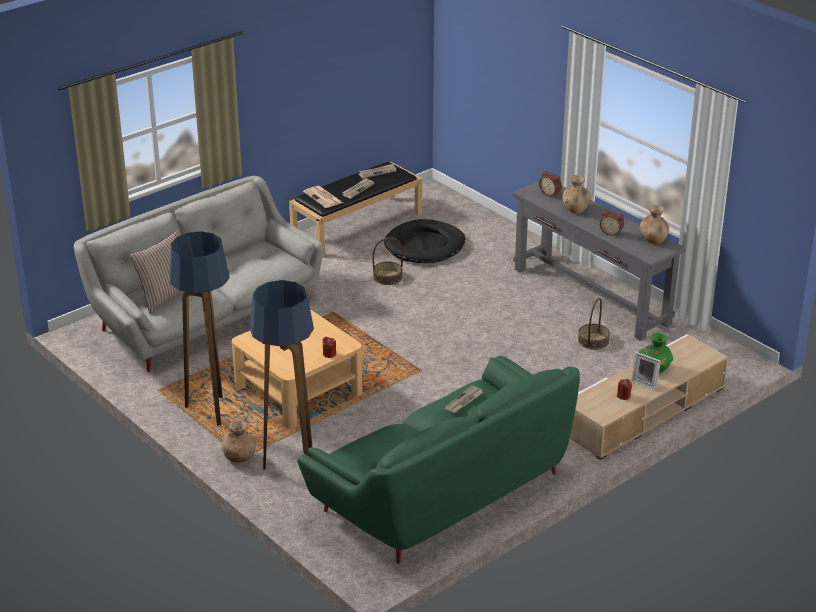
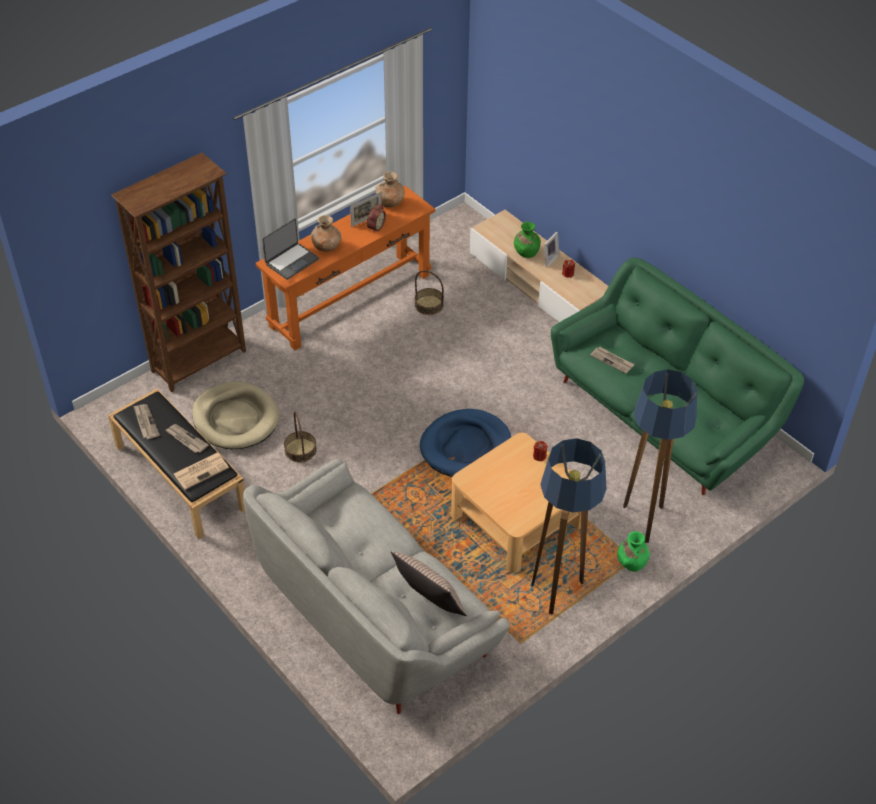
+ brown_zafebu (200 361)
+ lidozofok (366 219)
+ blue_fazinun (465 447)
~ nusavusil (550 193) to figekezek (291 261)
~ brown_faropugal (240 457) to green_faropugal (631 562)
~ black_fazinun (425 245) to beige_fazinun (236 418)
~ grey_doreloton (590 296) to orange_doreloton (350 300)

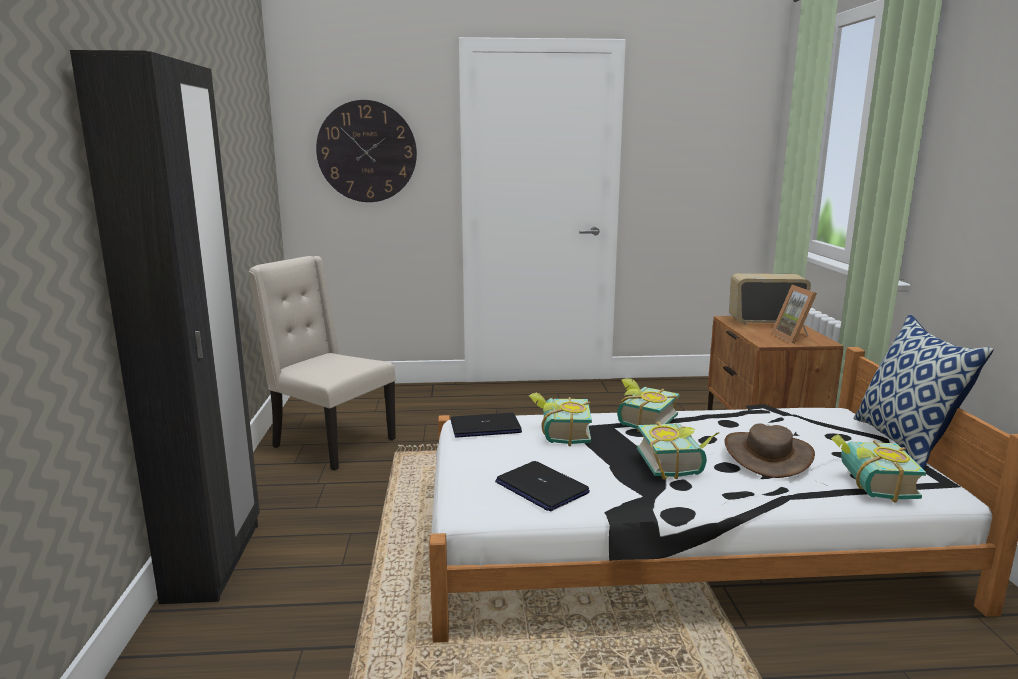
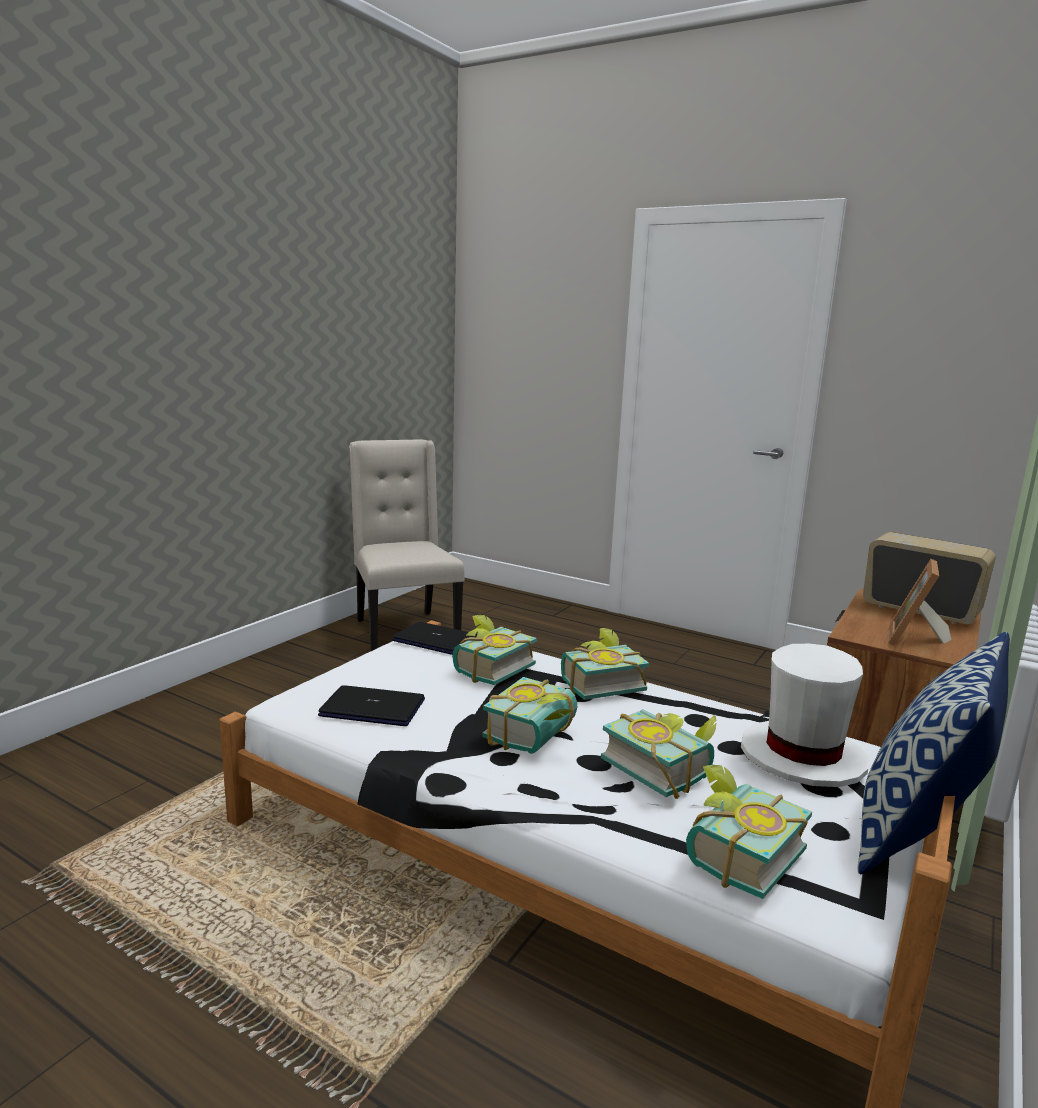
- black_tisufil (215 561)
- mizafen (367 151)
+ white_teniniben (802 757)
~ brown_teniniben (767 455) to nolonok (662 768)
~ figekezek (541 487) = (373 708) 105 degrees clockwise

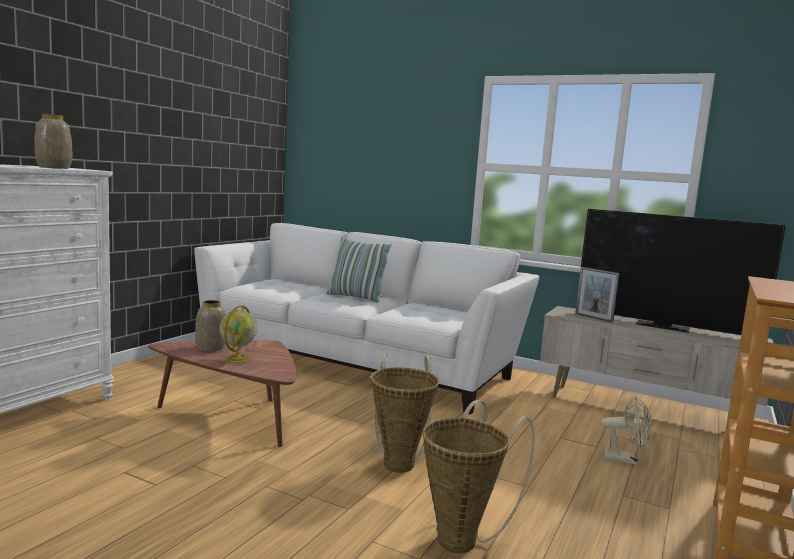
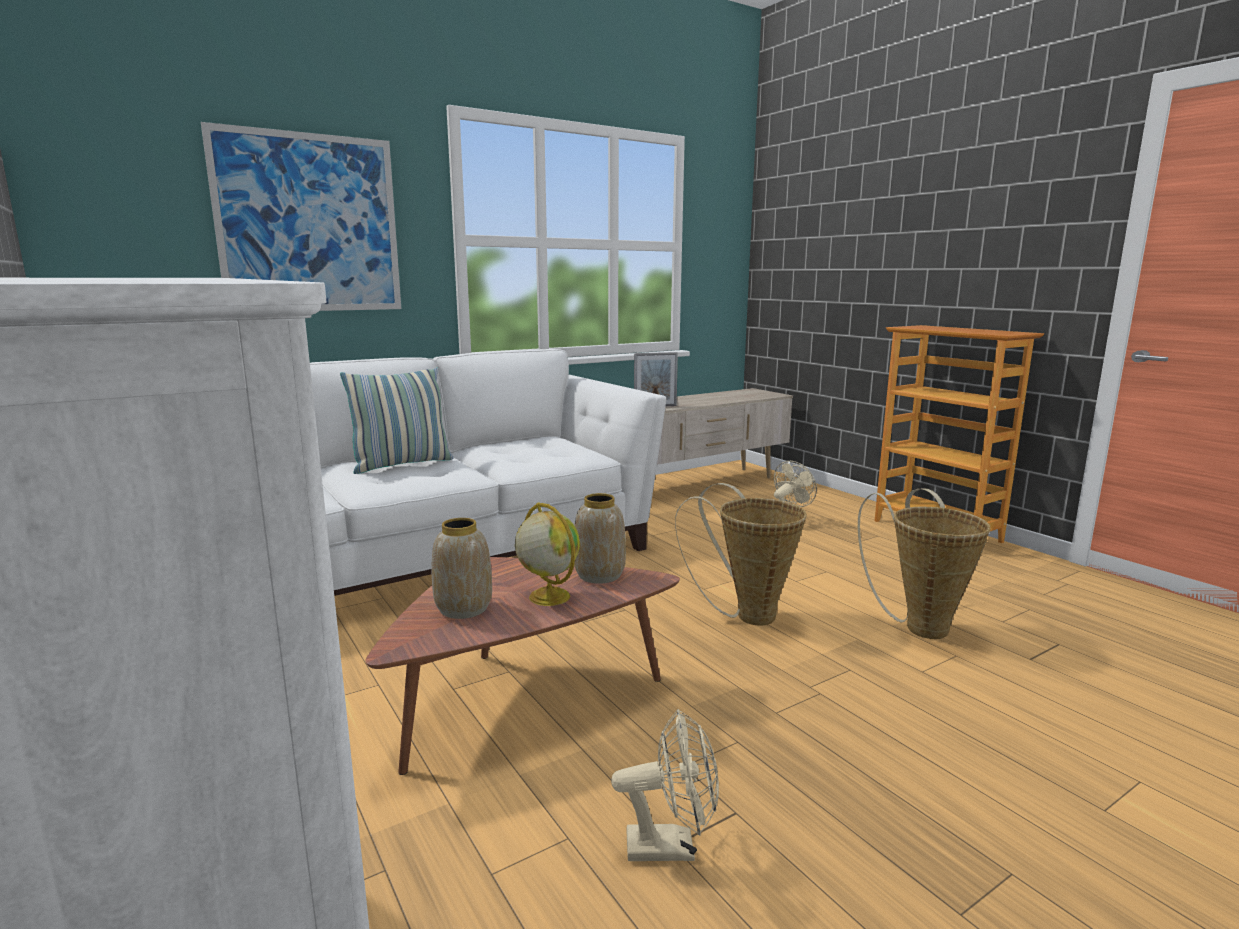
- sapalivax (664 326)
+ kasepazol (309 224)
+ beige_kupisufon (671 846)
~ faropugal (54 168) to (600 575)

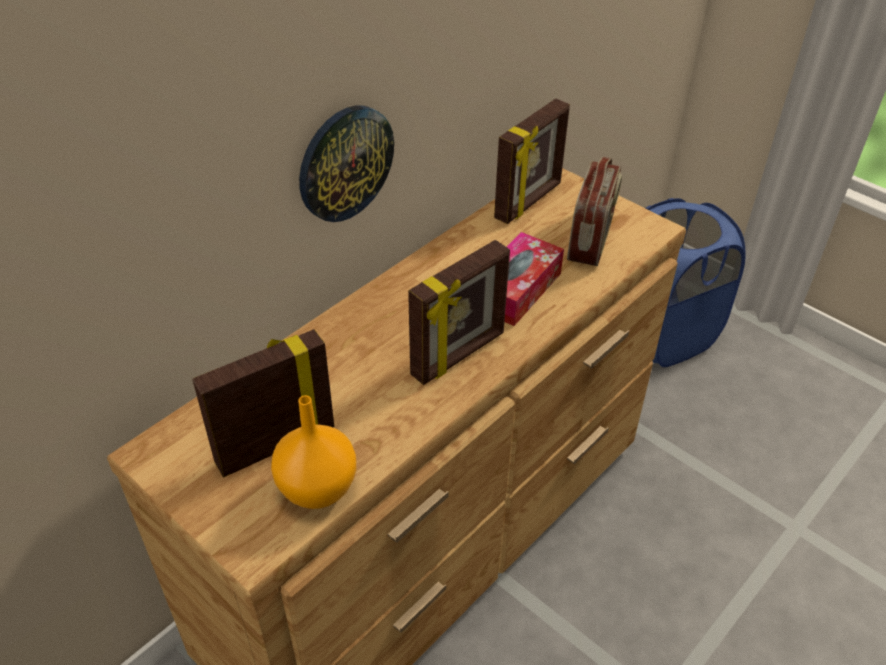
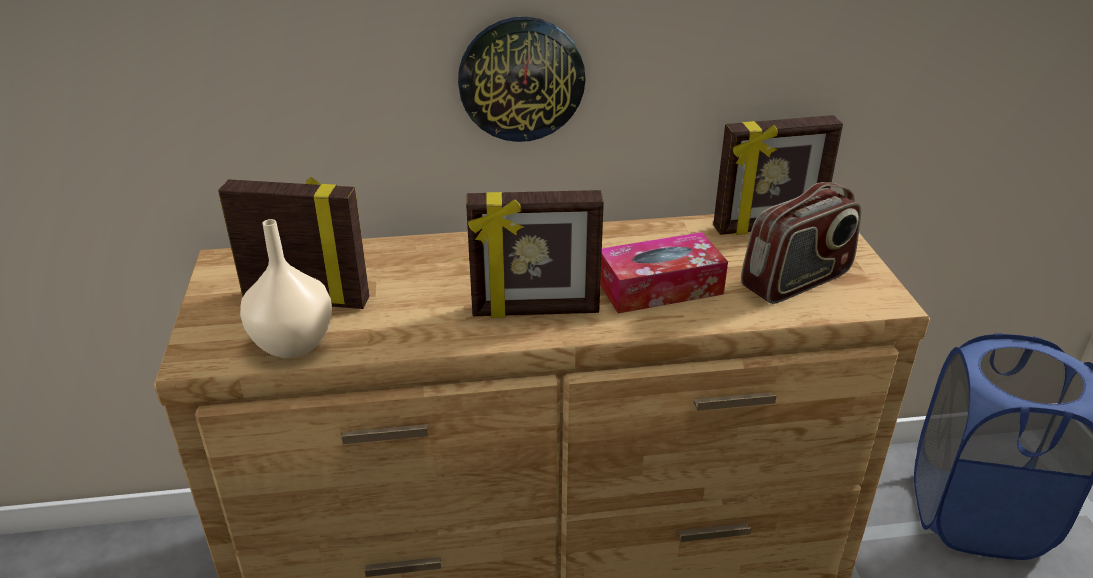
~ orange_faropugal (315 488) to beige_faropugal (292 343)

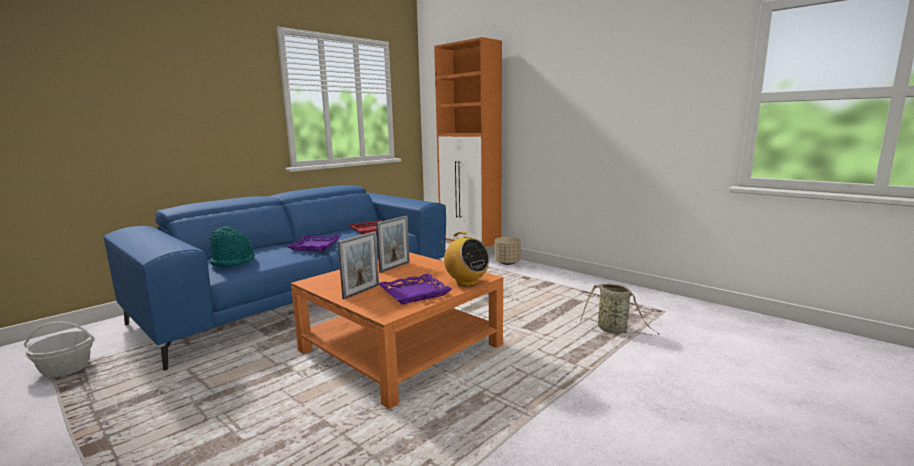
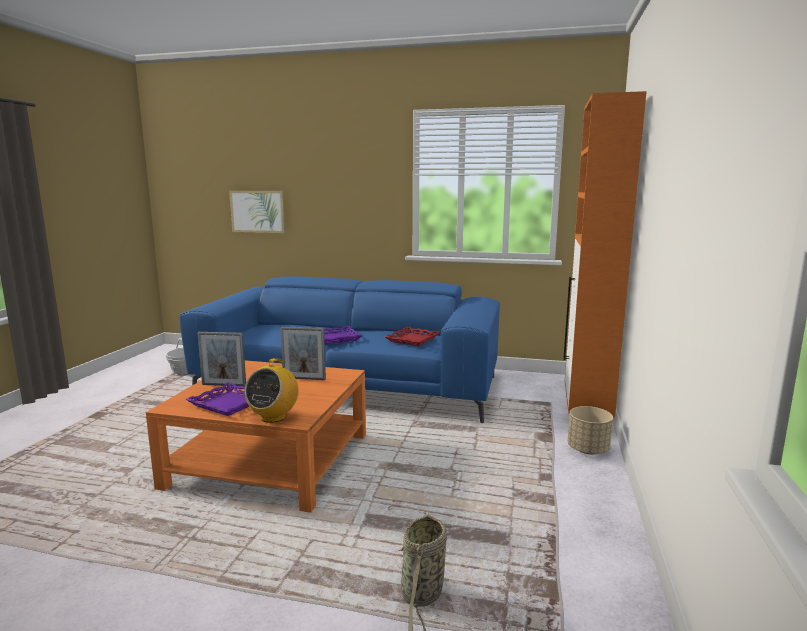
- turquoise_teniniben (233 261)
+ kasepazol (258 211)

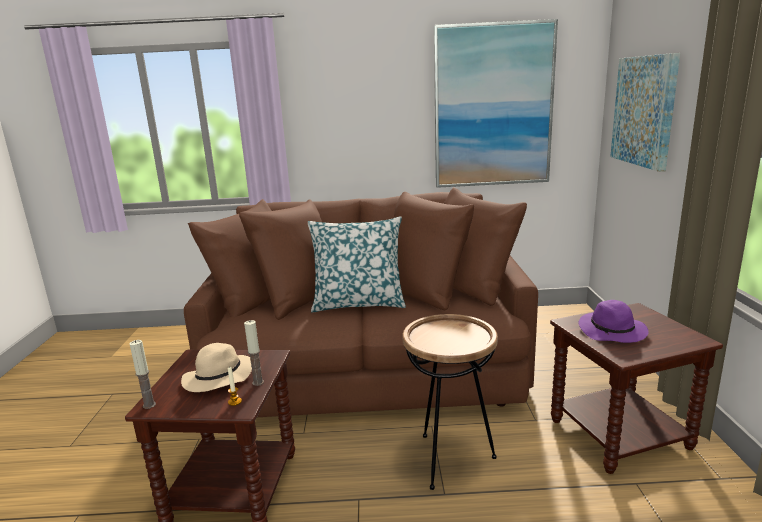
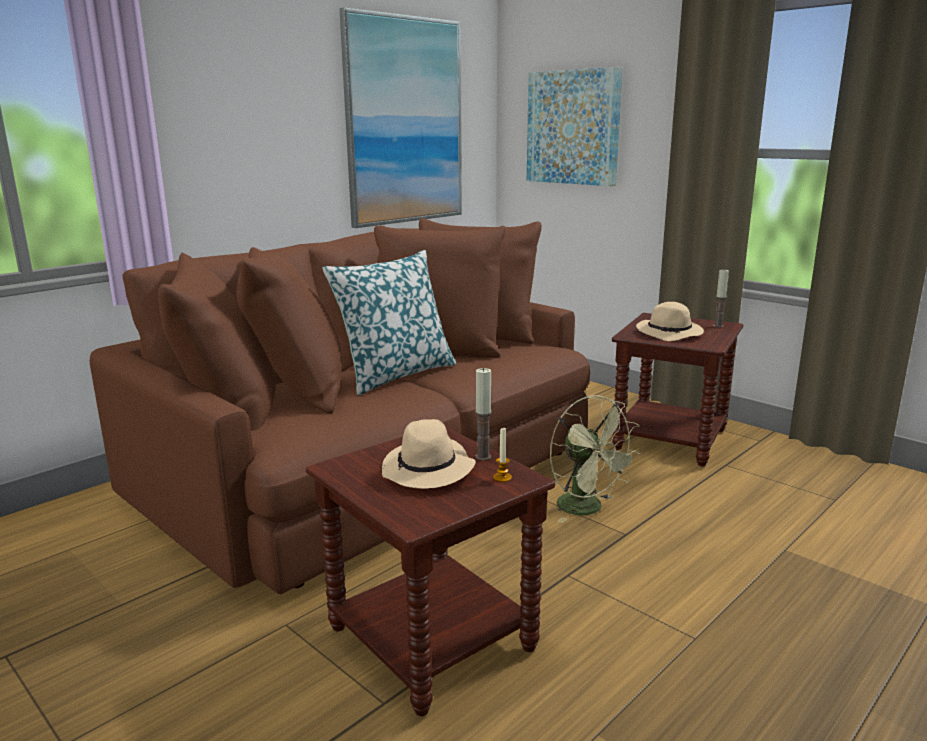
~ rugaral (149 405) to (718 326)
~ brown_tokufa (450 459) to green_kupisufon (588 509)
~ purple_teniniben (612 332) to beige_teniniben (670 333)

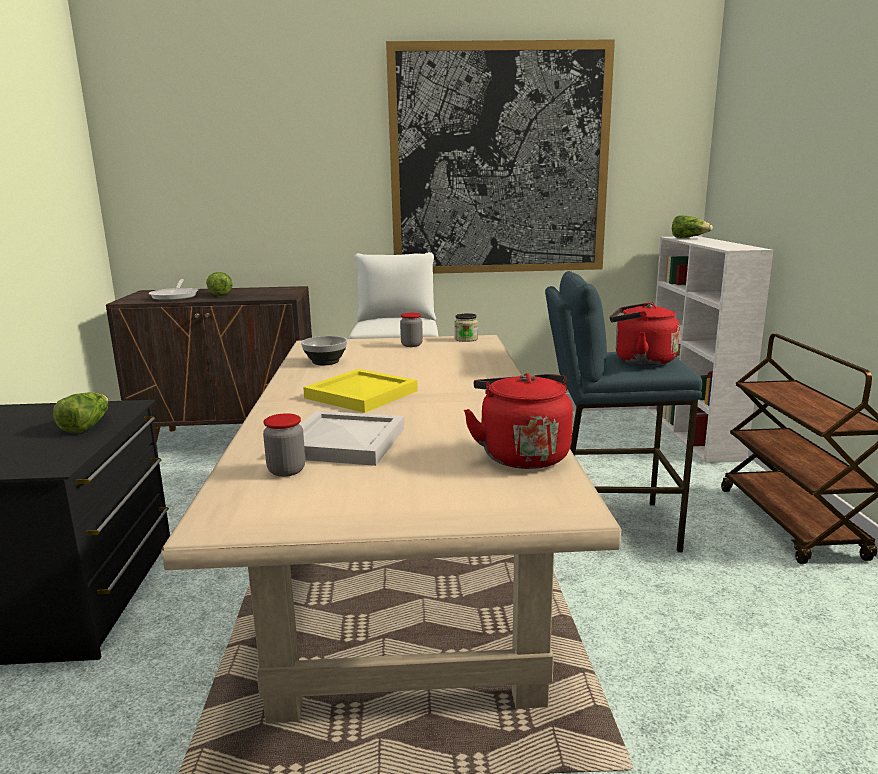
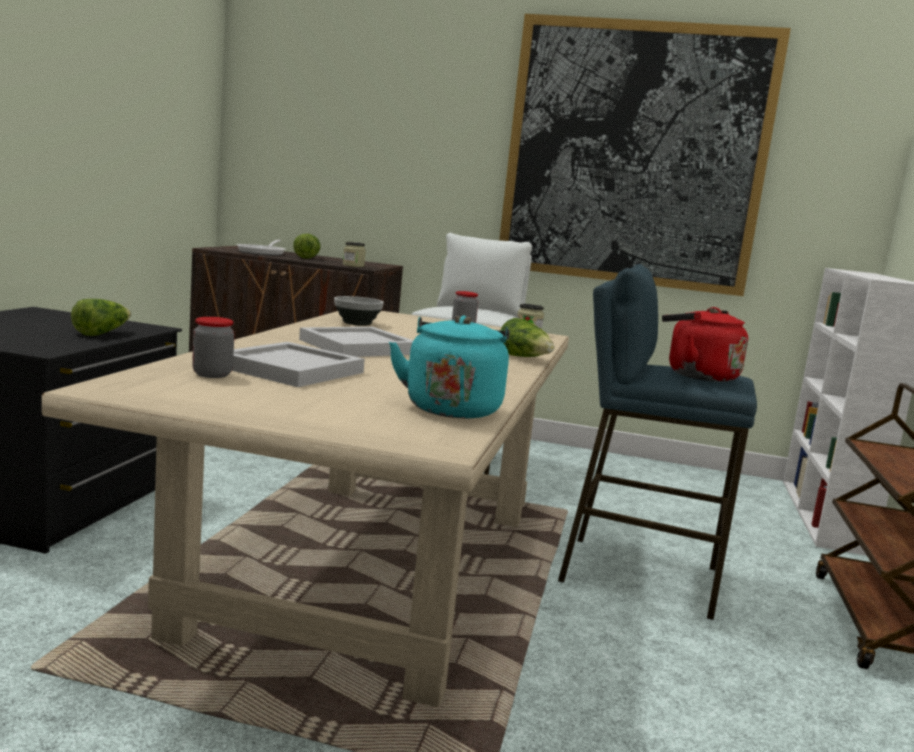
+ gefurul (353 265)
~ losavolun (689 238) to (525 358)
~ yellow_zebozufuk (361 395) to white_zebozufuk (357 347)
~ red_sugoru (521 454) to turquoise_sugoru (452 408)

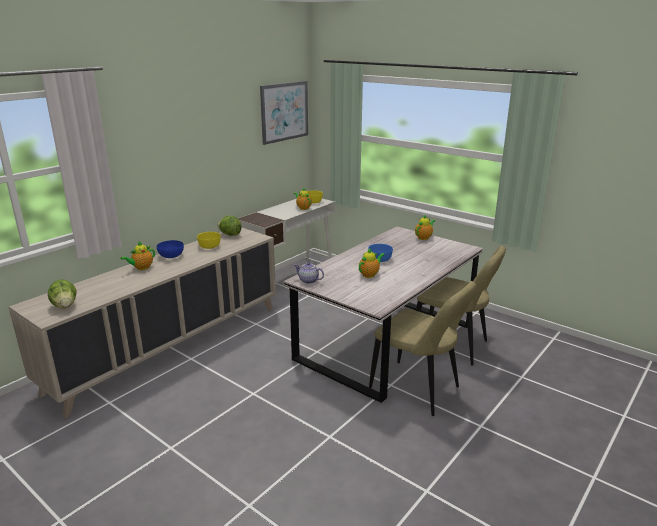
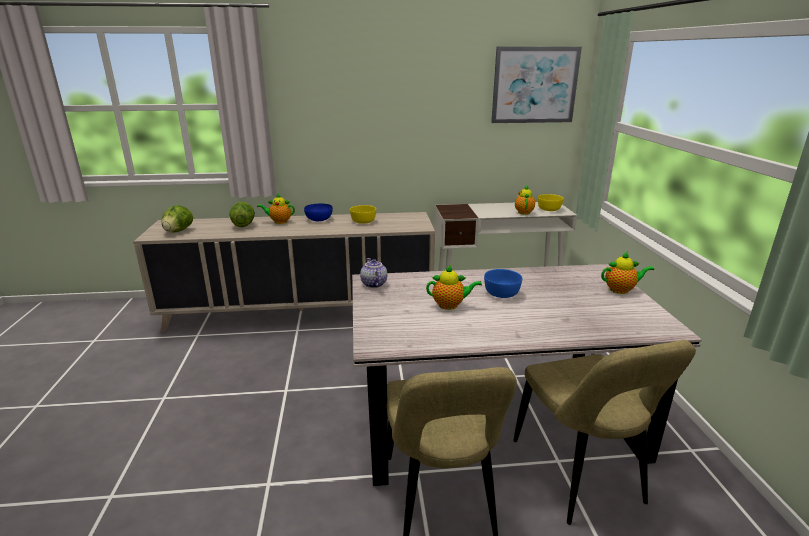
~ losavolun (230 234) to (243 225)

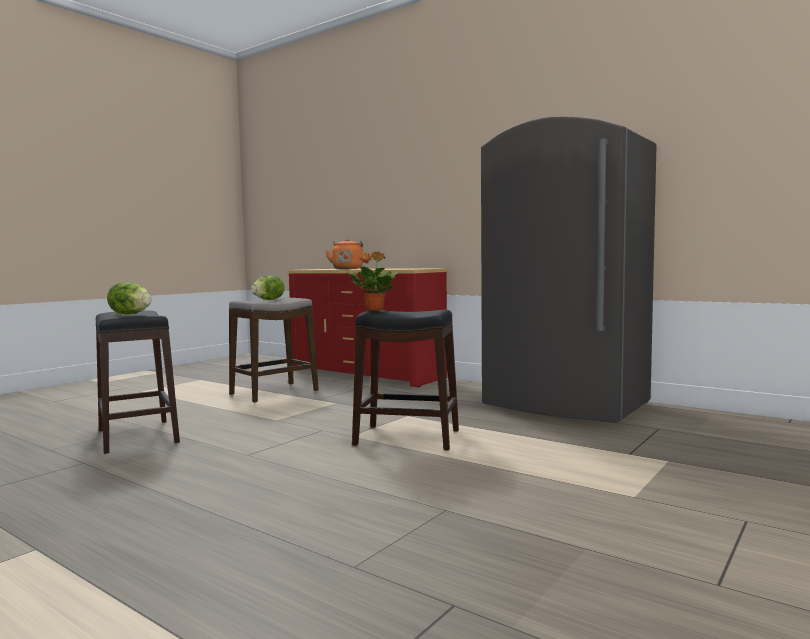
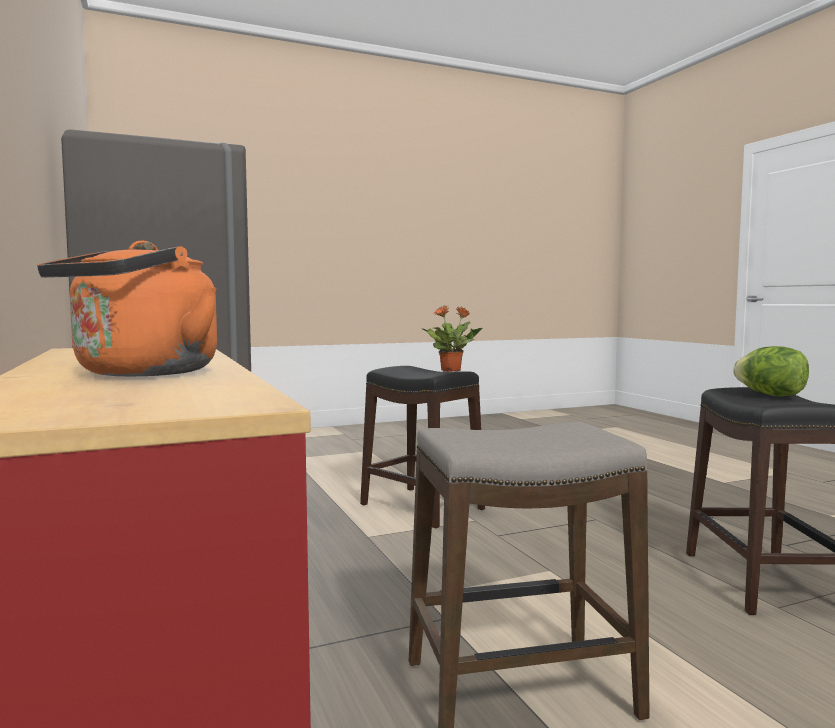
- losavolun (268 300)

